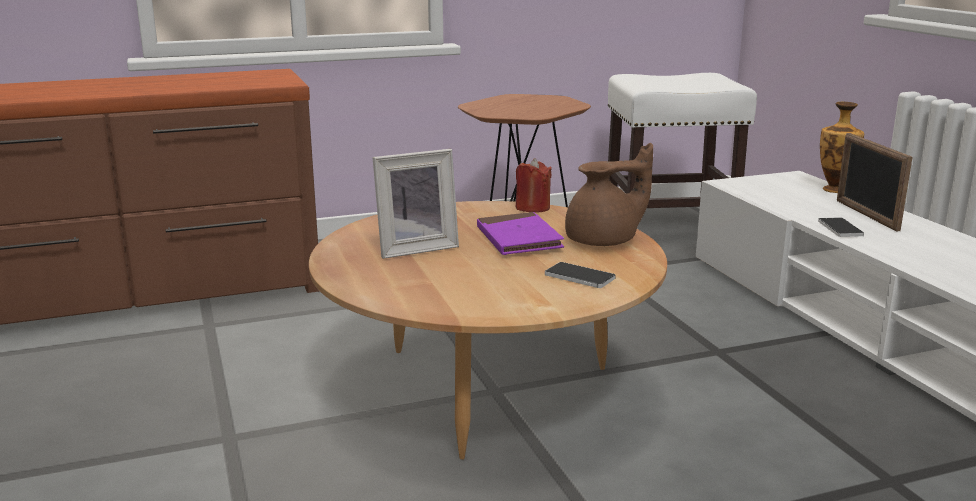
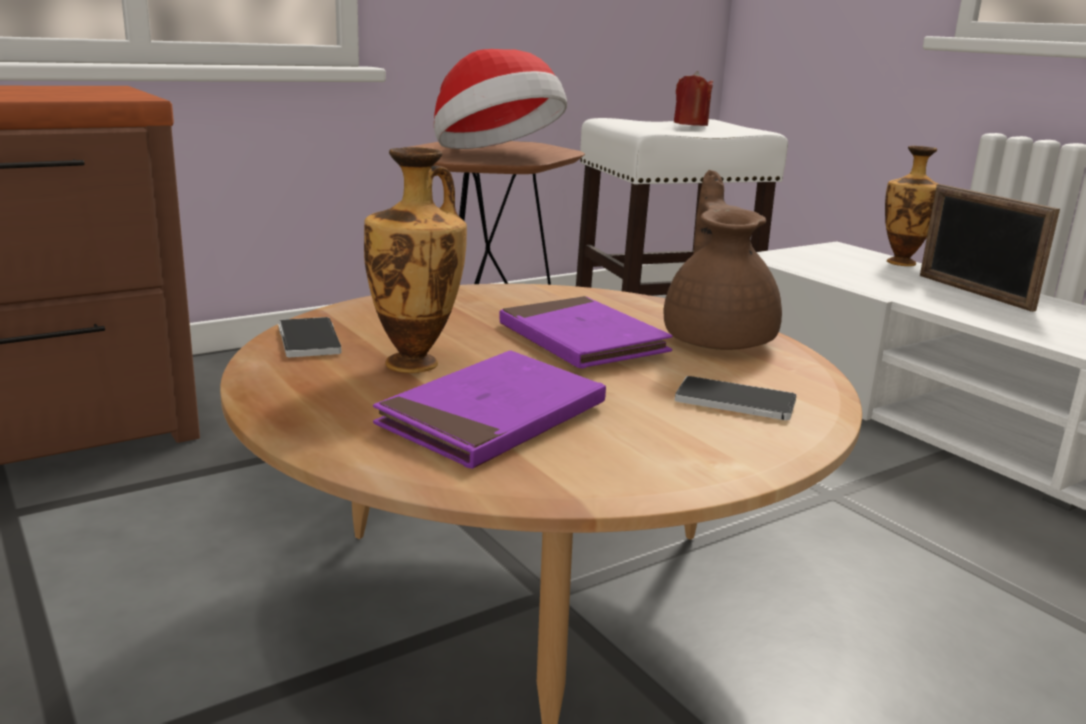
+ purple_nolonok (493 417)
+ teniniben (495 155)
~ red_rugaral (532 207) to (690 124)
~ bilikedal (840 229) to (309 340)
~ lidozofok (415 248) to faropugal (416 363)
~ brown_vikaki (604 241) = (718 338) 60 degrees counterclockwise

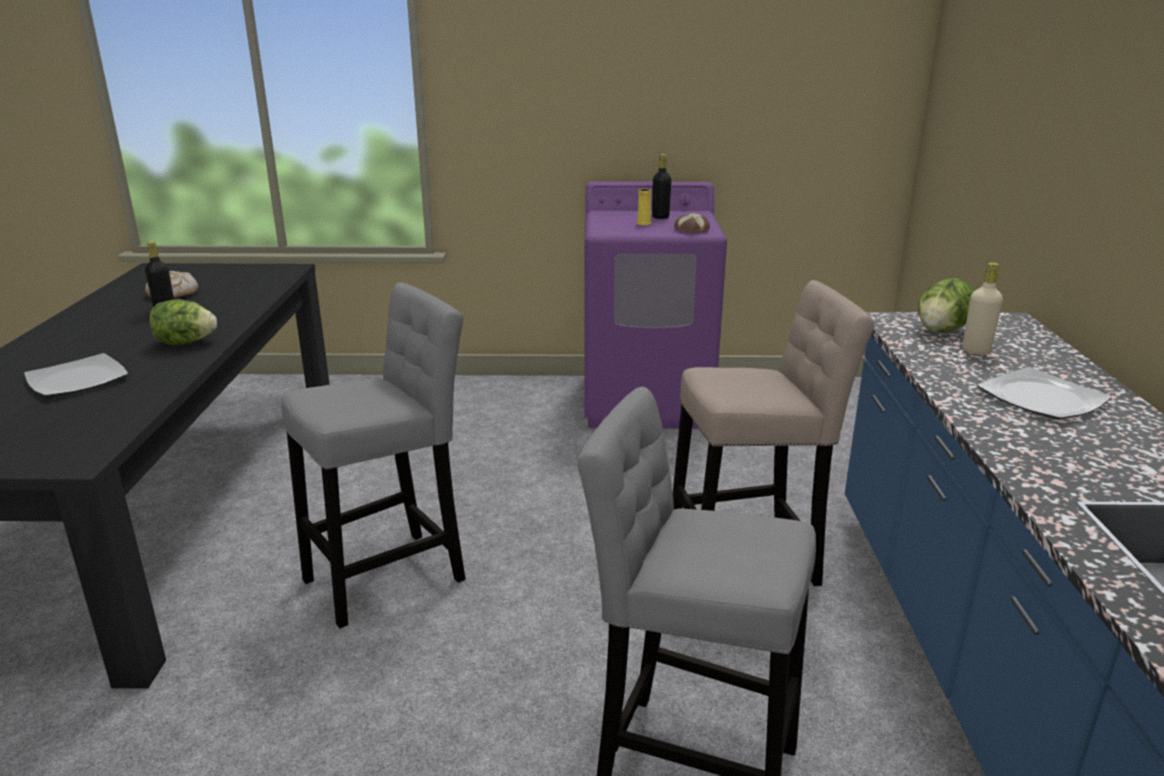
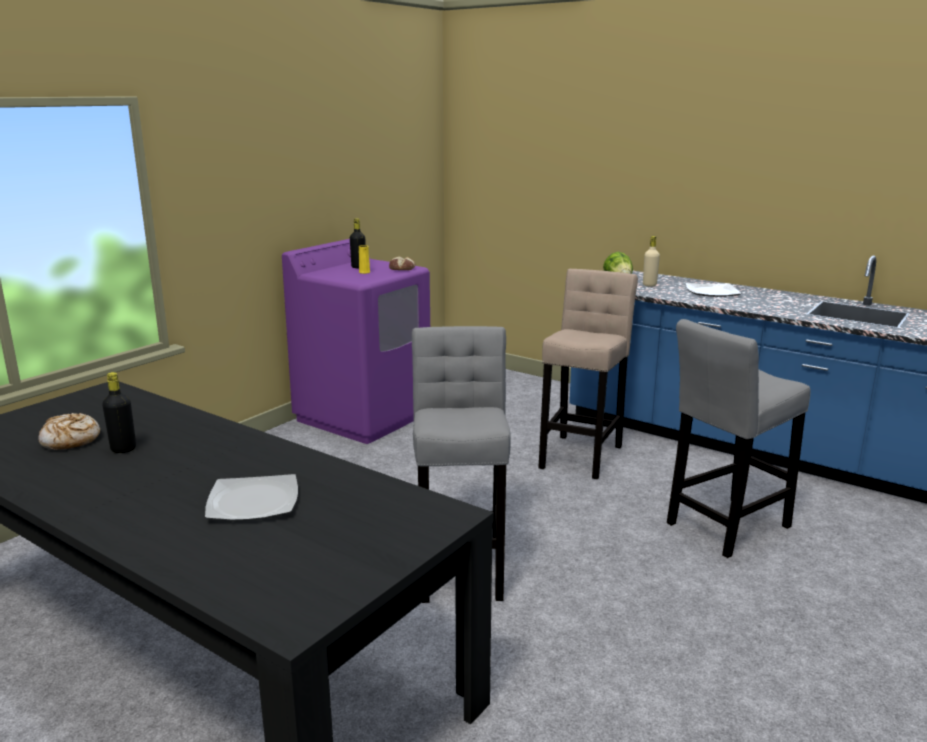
- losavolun (186 343)

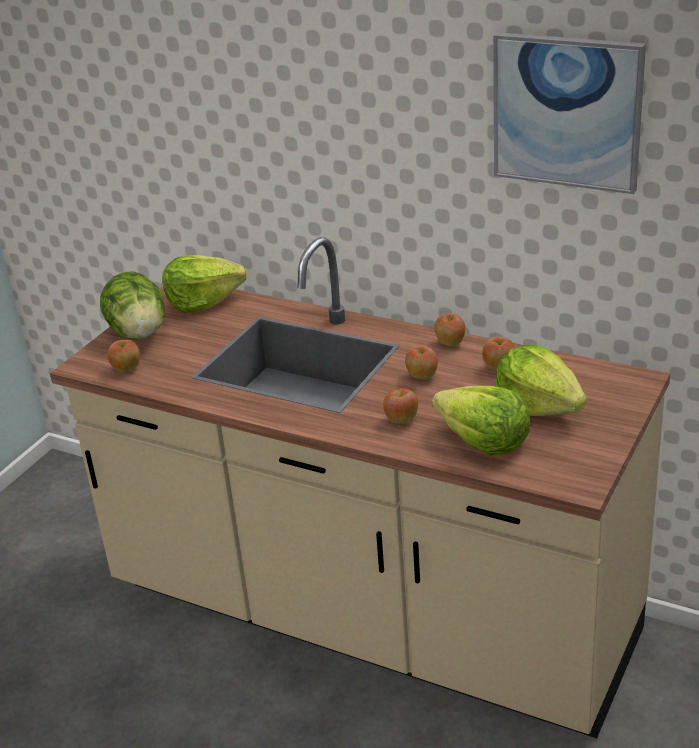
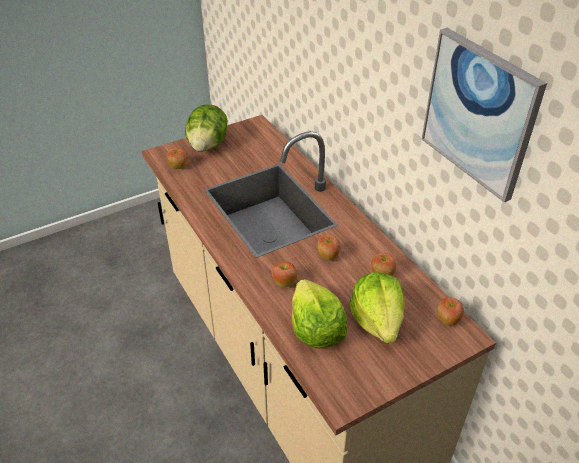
- losavolun (203 301)
~ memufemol (450 343) to (447 320)

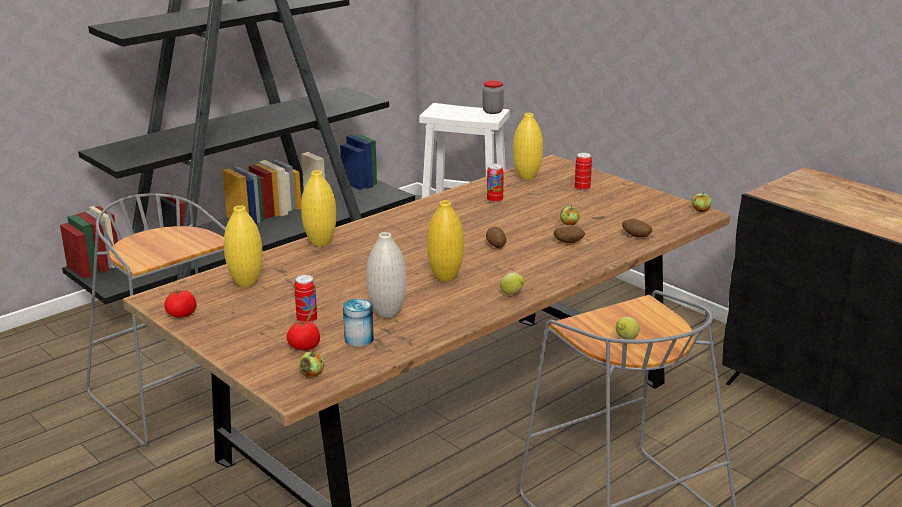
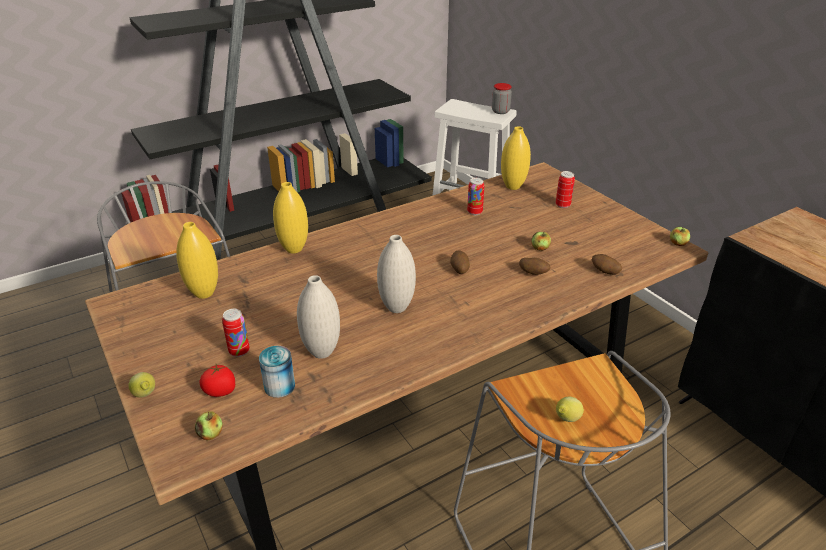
- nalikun (181 314)
~ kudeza (512 294) to (145 395)
~ yellow_faropugal (445 277) to white_faropugal (396 307)

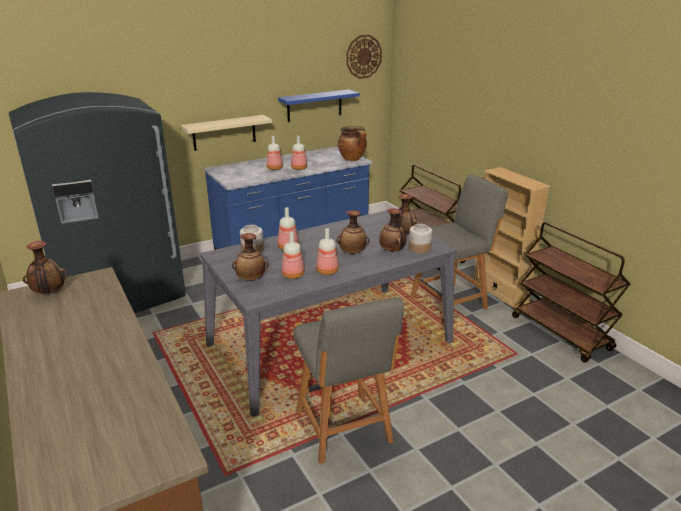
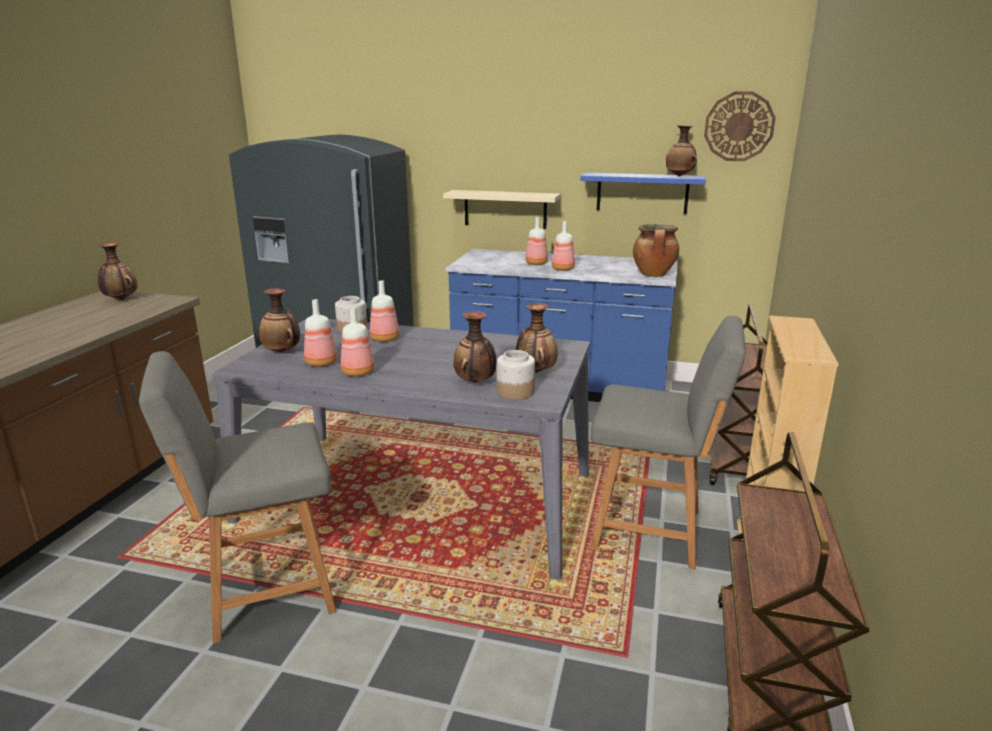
~ faropugal (352 253) to (679 176)
~ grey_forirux (344 429) = (265 591) 45 degrees clockwise

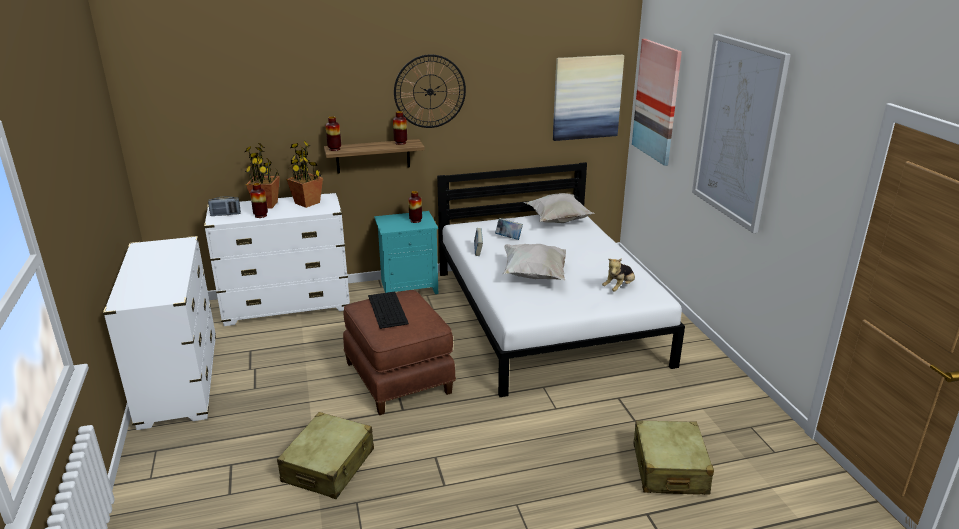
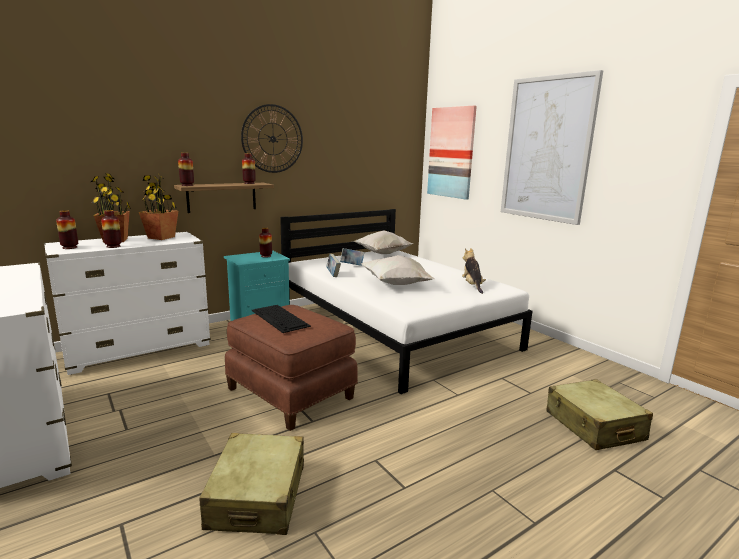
- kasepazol (586 97)
~ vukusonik (225 214) to faropugal (70 247)
~ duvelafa (619 288) = (472 286) 150 degrees clockwise

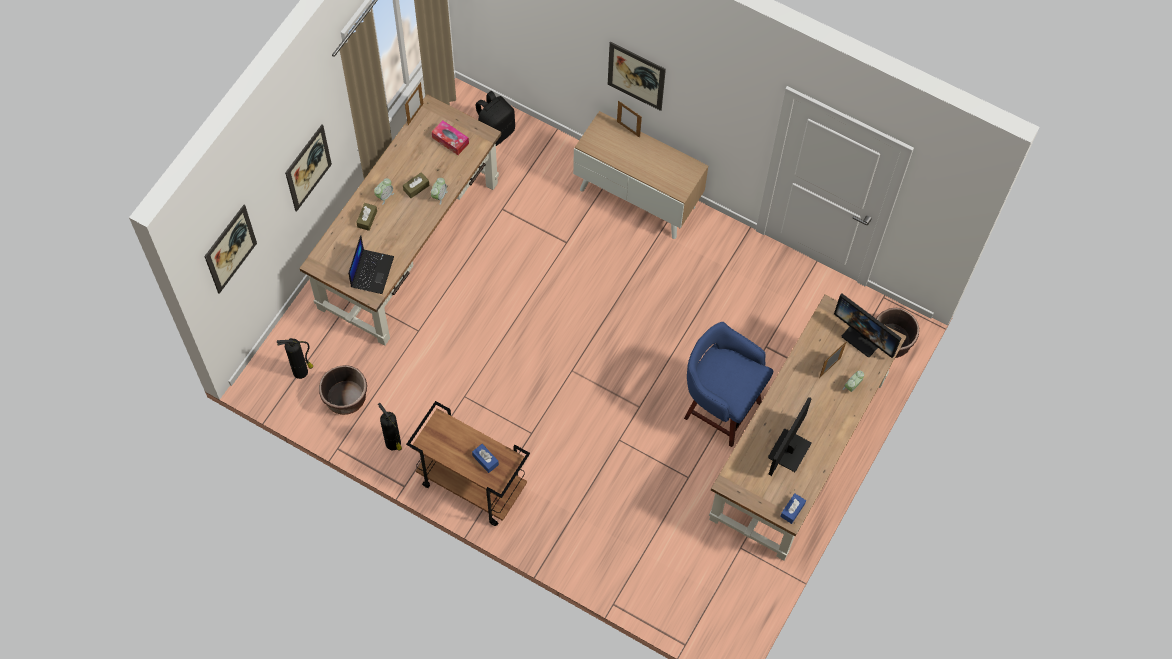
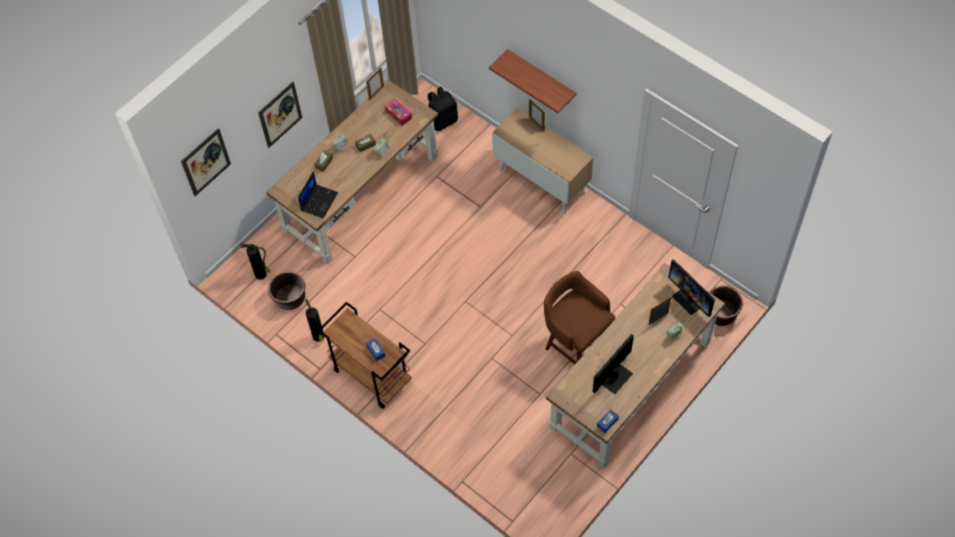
~ kasepazol (636 76) to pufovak (541 78)
~ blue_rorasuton (720 408) to brown_rorasuton (575 345)

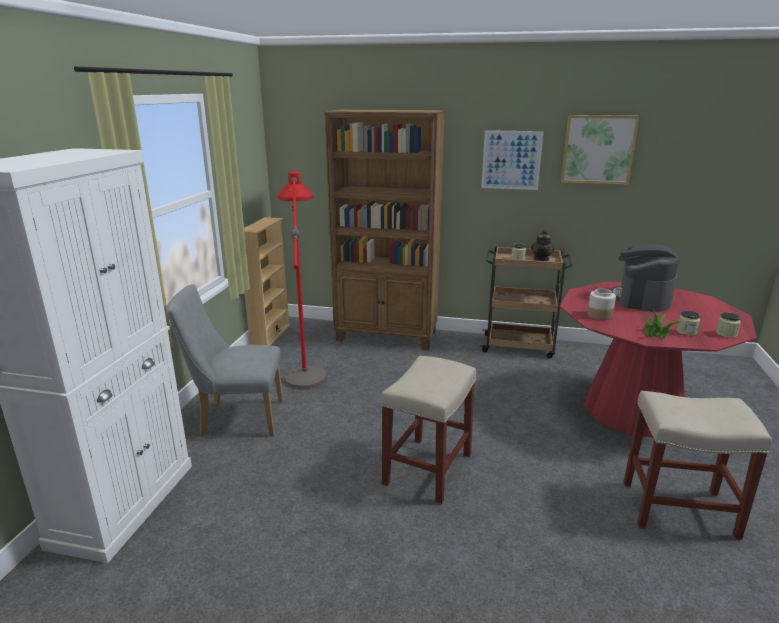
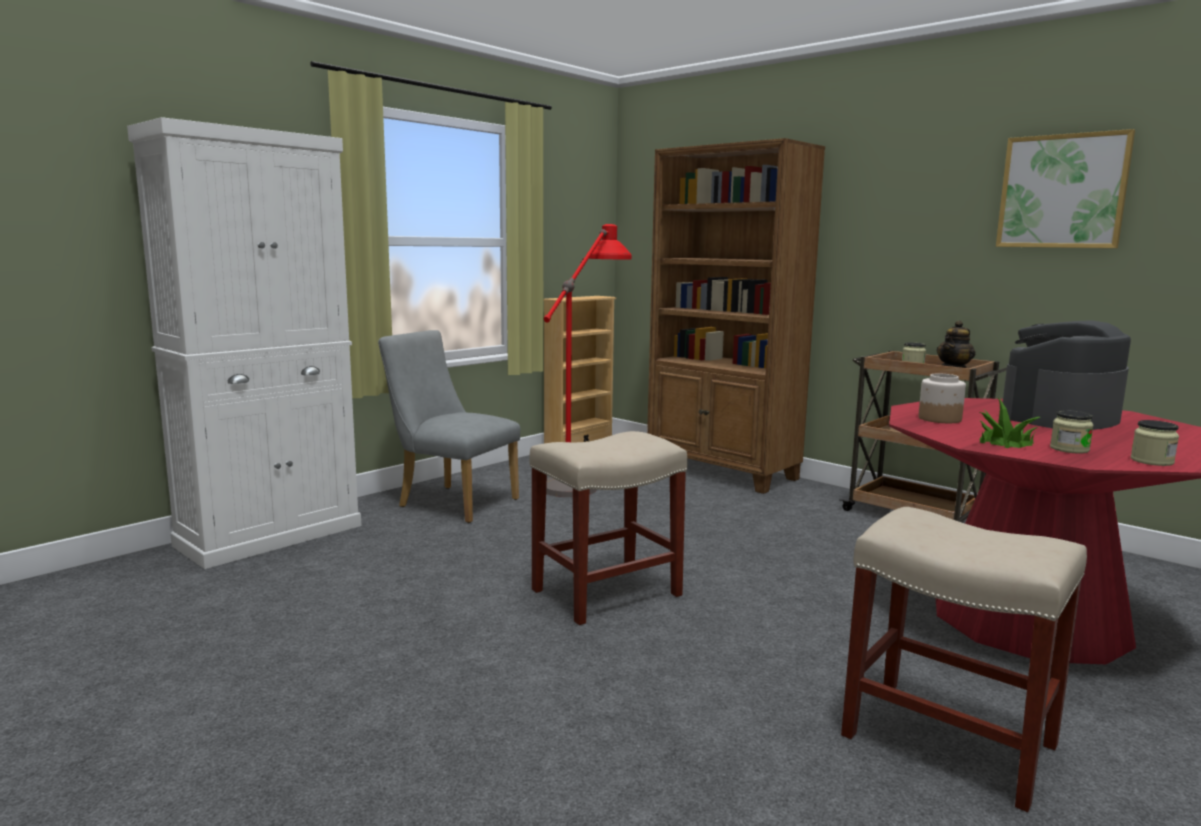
- kasepazol (511 160)

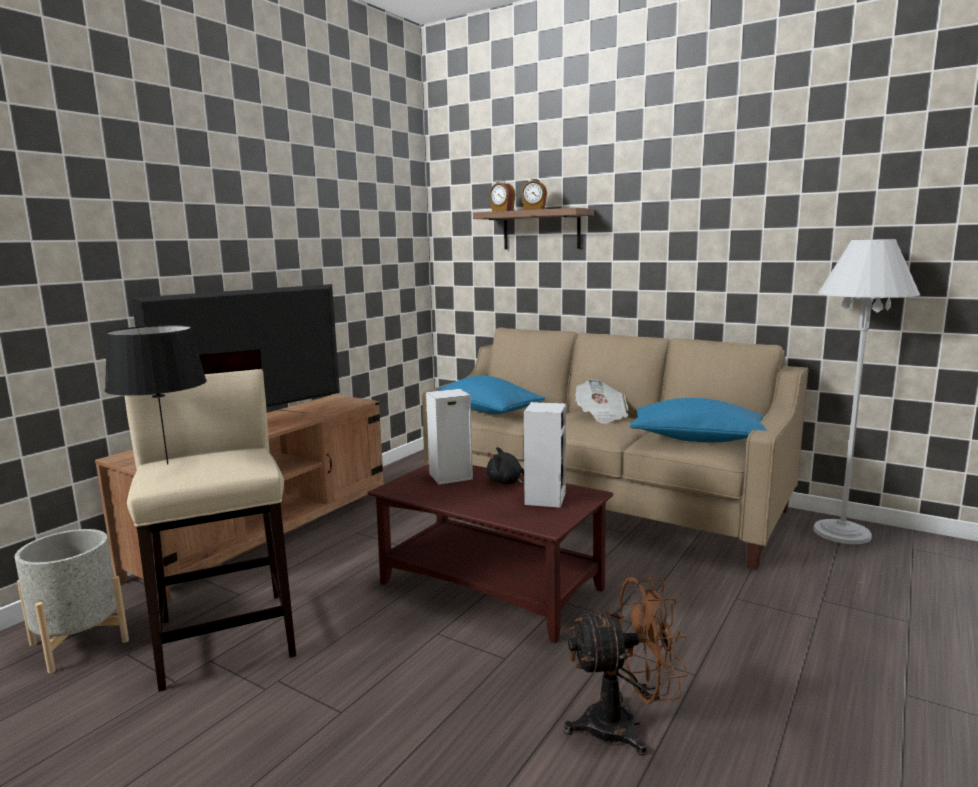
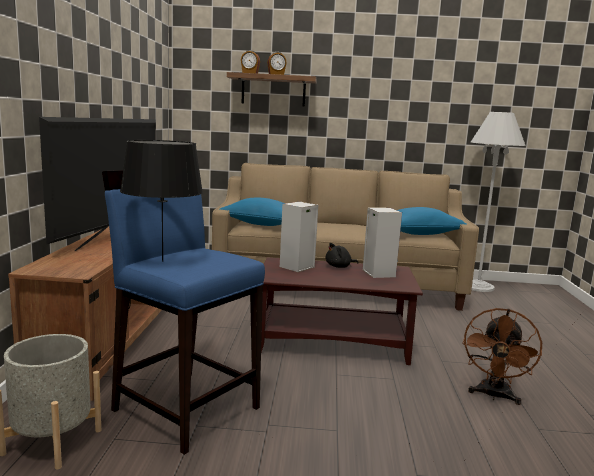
- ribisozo (601 416)
~ beige_rorasuton (227 636) to blue_rorasuton (186 407)
~ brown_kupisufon (624 726) = (494 396) 150 degrees clockwise

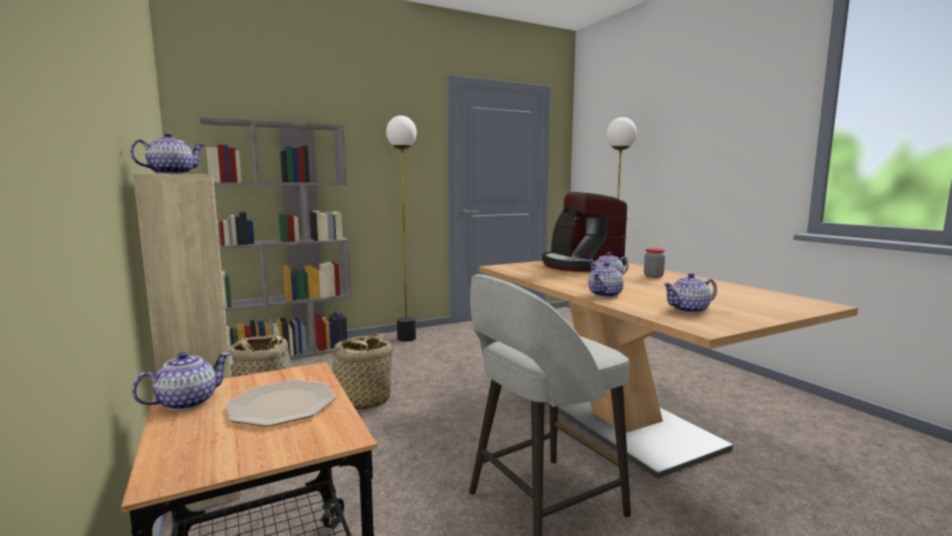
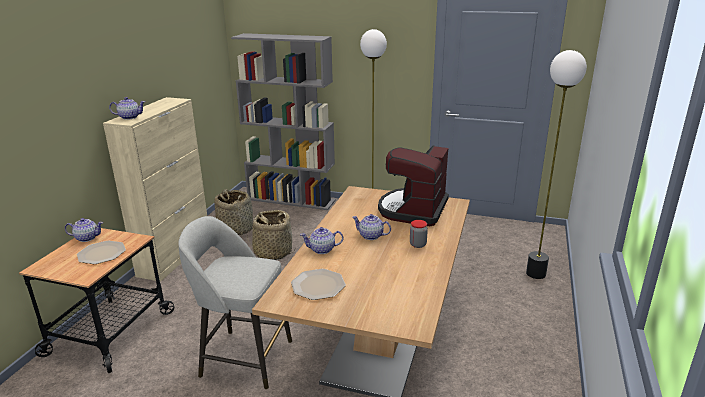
~ vikaki (689 310) to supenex (318 285)

